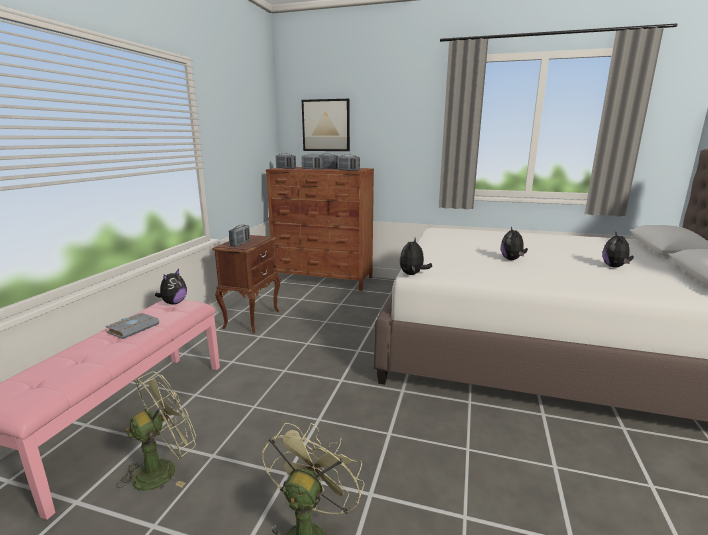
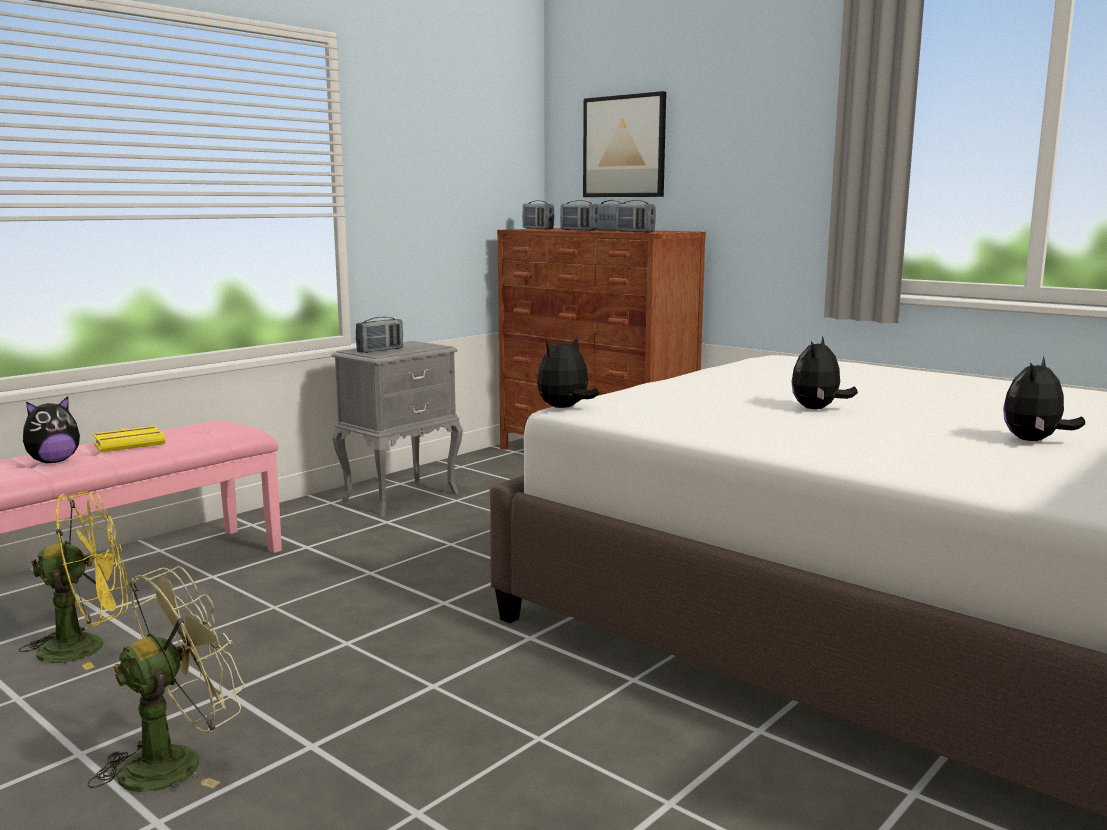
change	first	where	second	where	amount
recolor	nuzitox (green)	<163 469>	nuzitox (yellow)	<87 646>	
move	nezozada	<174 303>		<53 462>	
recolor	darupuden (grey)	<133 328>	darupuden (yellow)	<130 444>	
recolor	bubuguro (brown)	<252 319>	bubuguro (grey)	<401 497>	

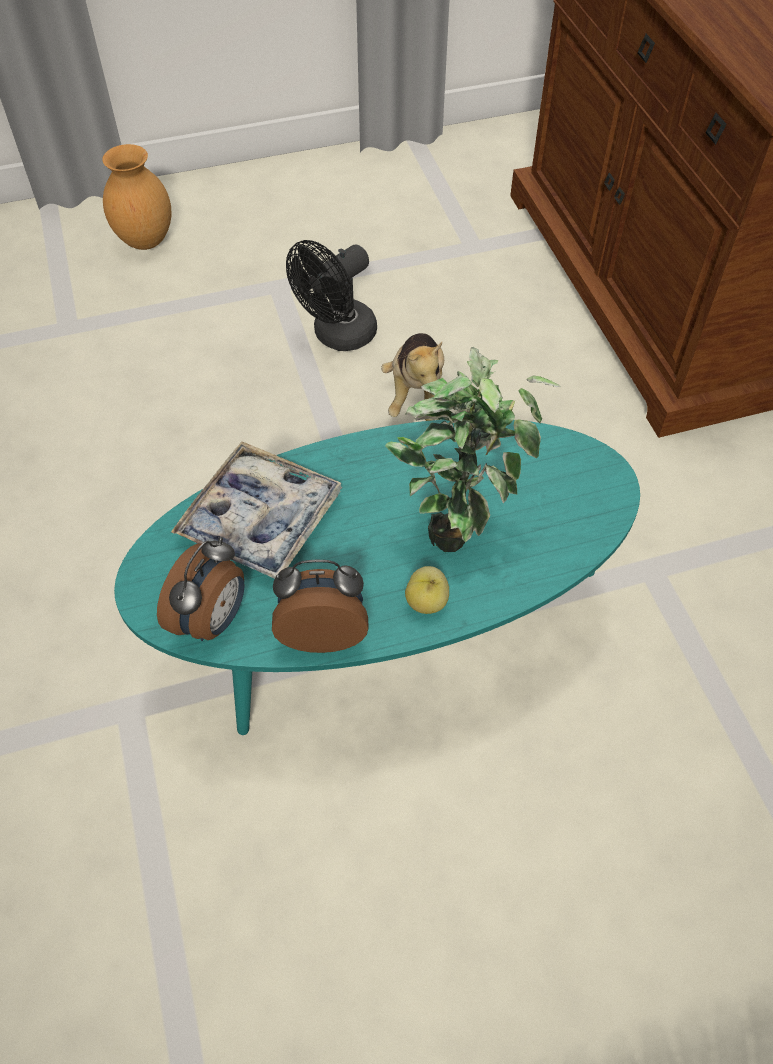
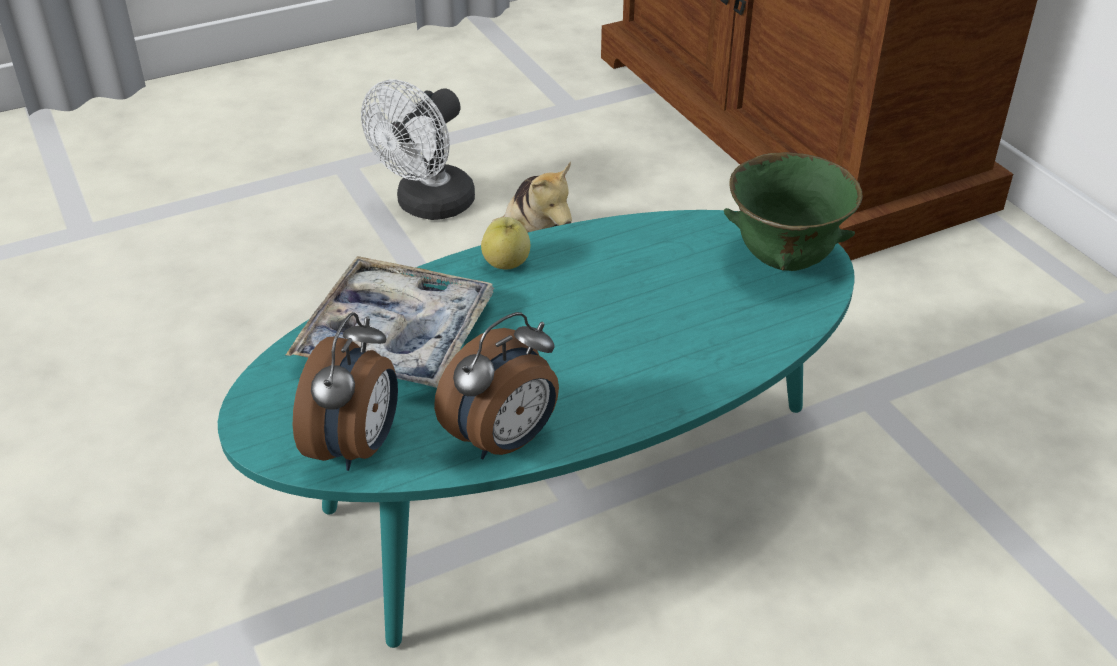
change	first	where	second	where	amount
recolor	nuzitox (black)	<337 336>	nuzitox (white)	<428 207>	
rotate	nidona	<322 631>		<504 441>	150 degrees clockwise
move	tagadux	<427 602>		<507 263>	
insert			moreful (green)	<783 260>	
delete	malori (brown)	<145 240>			
delete	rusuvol	<459 522>			

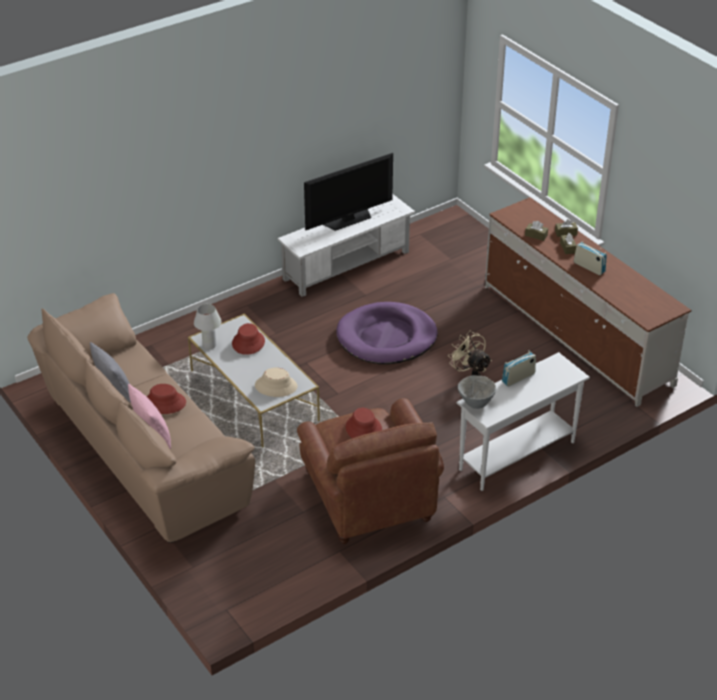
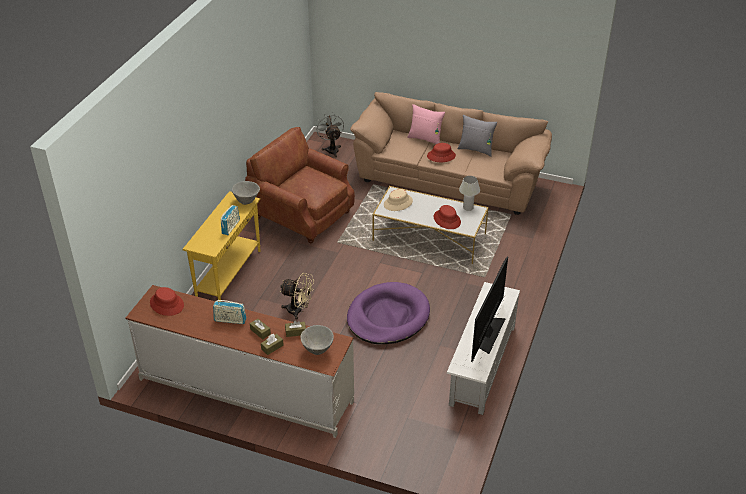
change	first	where	second	where	amount
move	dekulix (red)	<363 429>		<167 304>	
recolor	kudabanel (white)	<517 457>	kudabanel (yellow)	<228 274>	
insert			moreful (grey)	<317 350>	
insert			nuzitox (grey)	<331 149>	

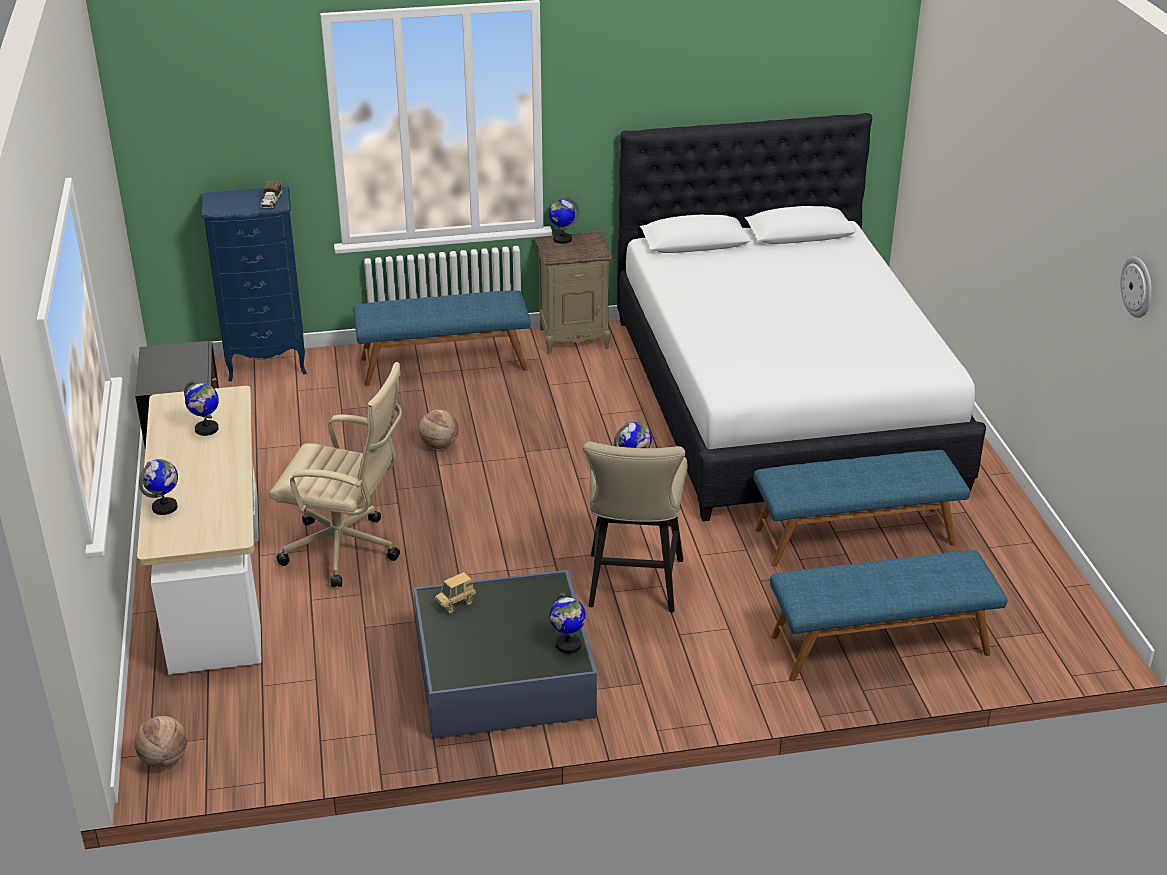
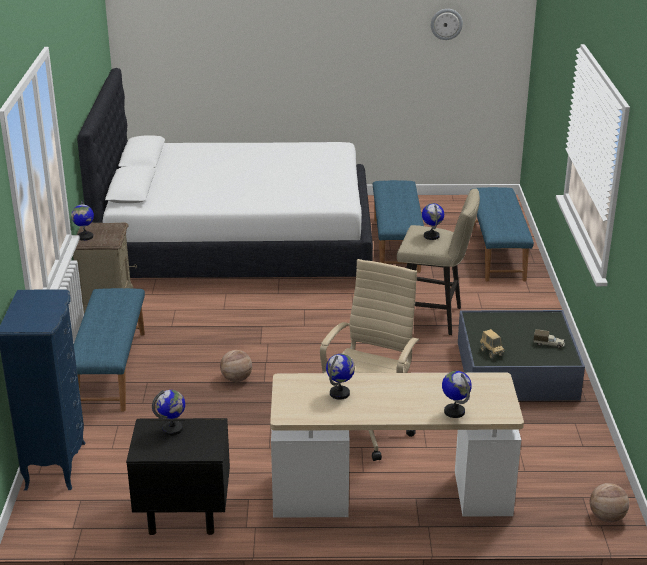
change	first	where	second	where	amount
move	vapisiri	<568 645>		<172 429>	
move	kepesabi	<271 203>		<548 344>	

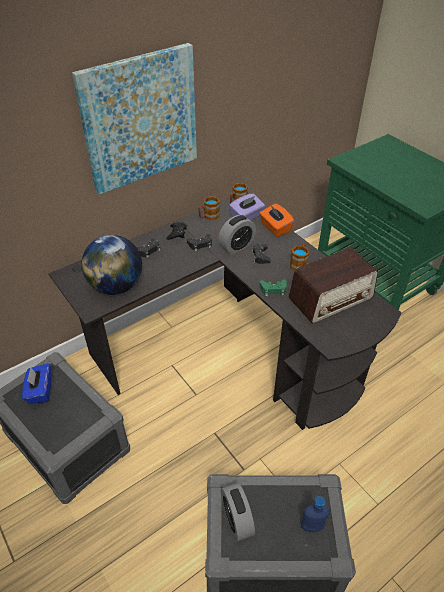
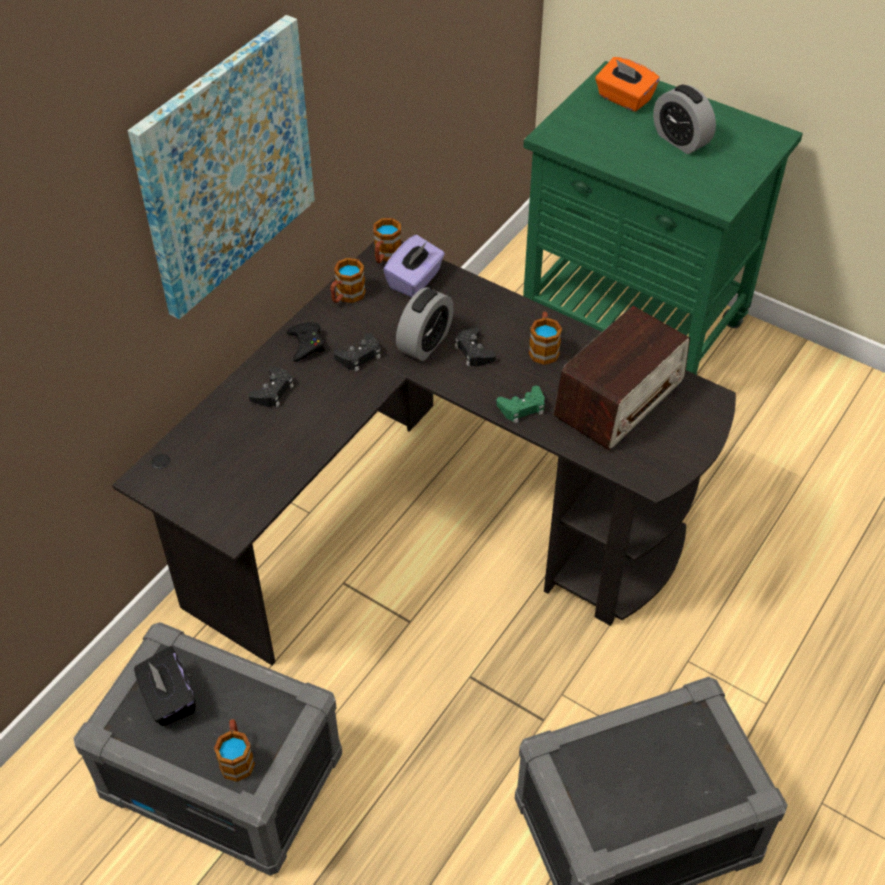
change	first	where	second	where	amount
recolor	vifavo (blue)	<40 391>	vifavo (black)	<168 699>	
insert			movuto	<237 757>	
move	vifavo (orange)	<275 228>		<624 99>	
move	nidona	<236 519>		<680 140>	
delete	vapisiri	<116 286>			
delete	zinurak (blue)	<312 526>			

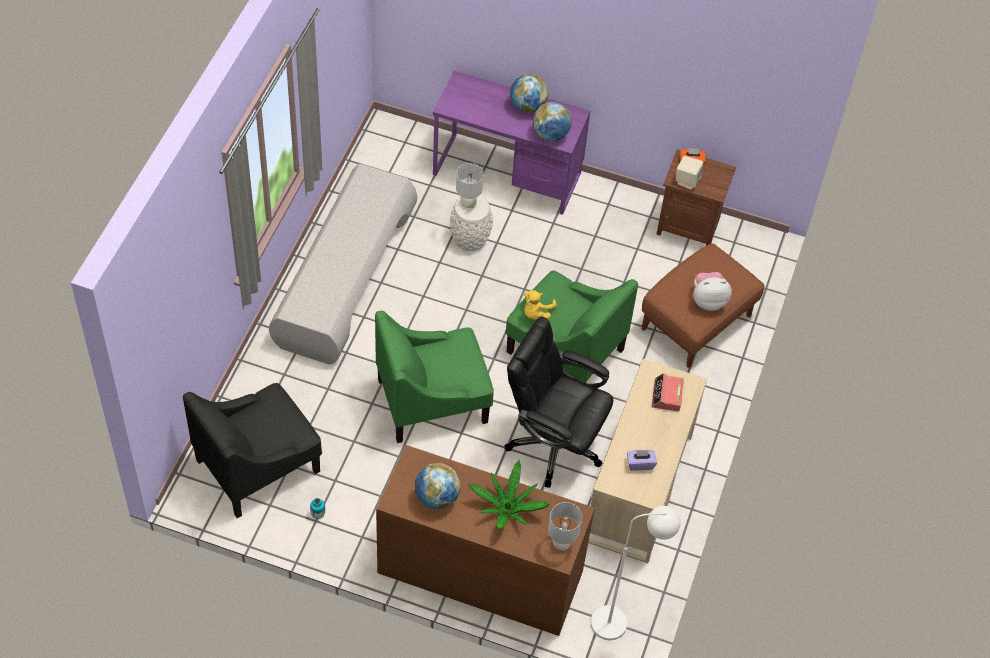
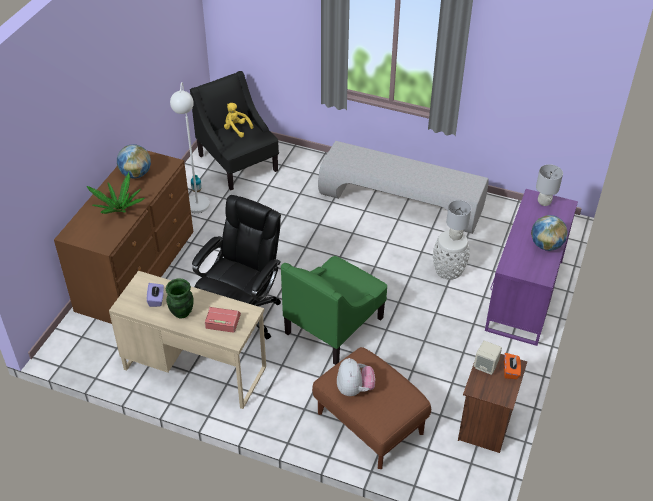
change	first	where	second	where	amount
insert			malori (green)	<181 313>	
move	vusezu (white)	<620 623>		<197 210>	
move	nezozada (yellow)	<536 313>		<236 129>	
move	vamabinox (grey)	<561 544>		<543 202>	
delete	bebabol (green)	<433 401>			
delete	vapisiri	<551 134>			

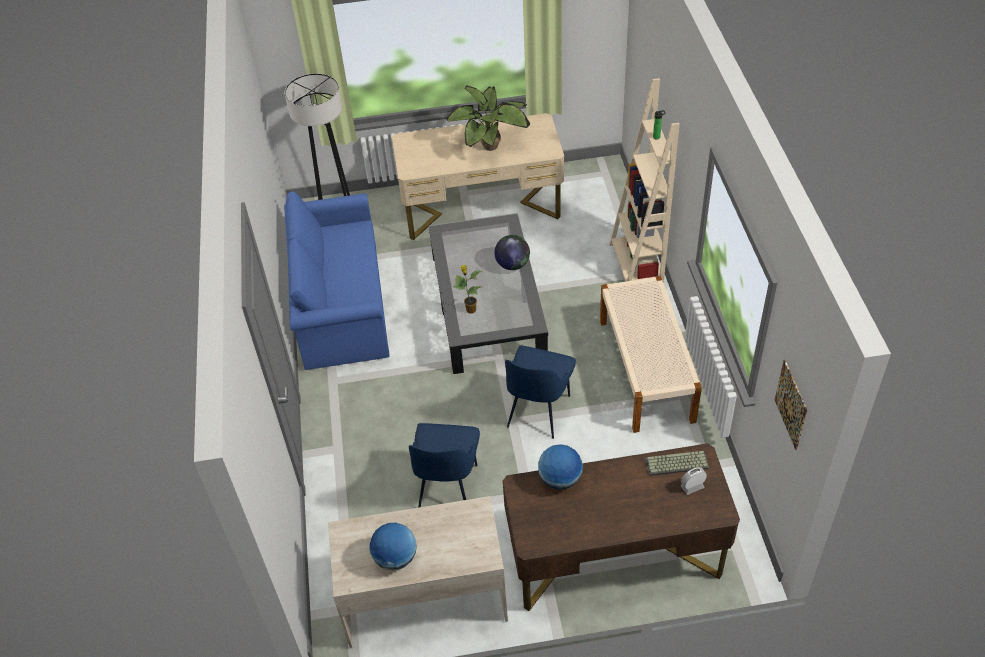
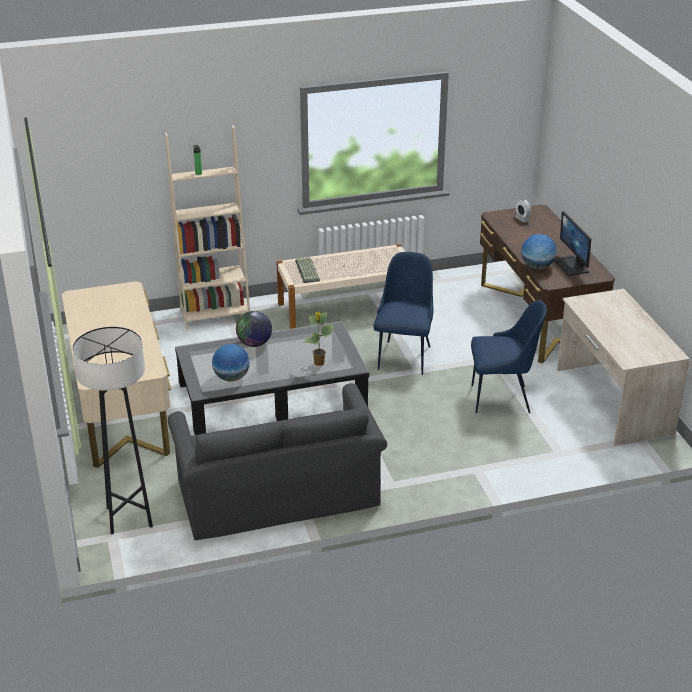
change	first	where	second	where	amount
recolor	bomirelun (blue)	<341 305>	bomirelun (grey)	<278 494>	
move	vapisiri	<395 558>		<231 378>	
move	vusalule	<676 464>		<308 271>	
rotate	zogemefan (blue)	<538 412>		<404 357>	90 degrees counterclockwise
insert			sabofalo	<571 265>	
delete	rusuvol	<491 148>			
delete	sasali	<791 404>			

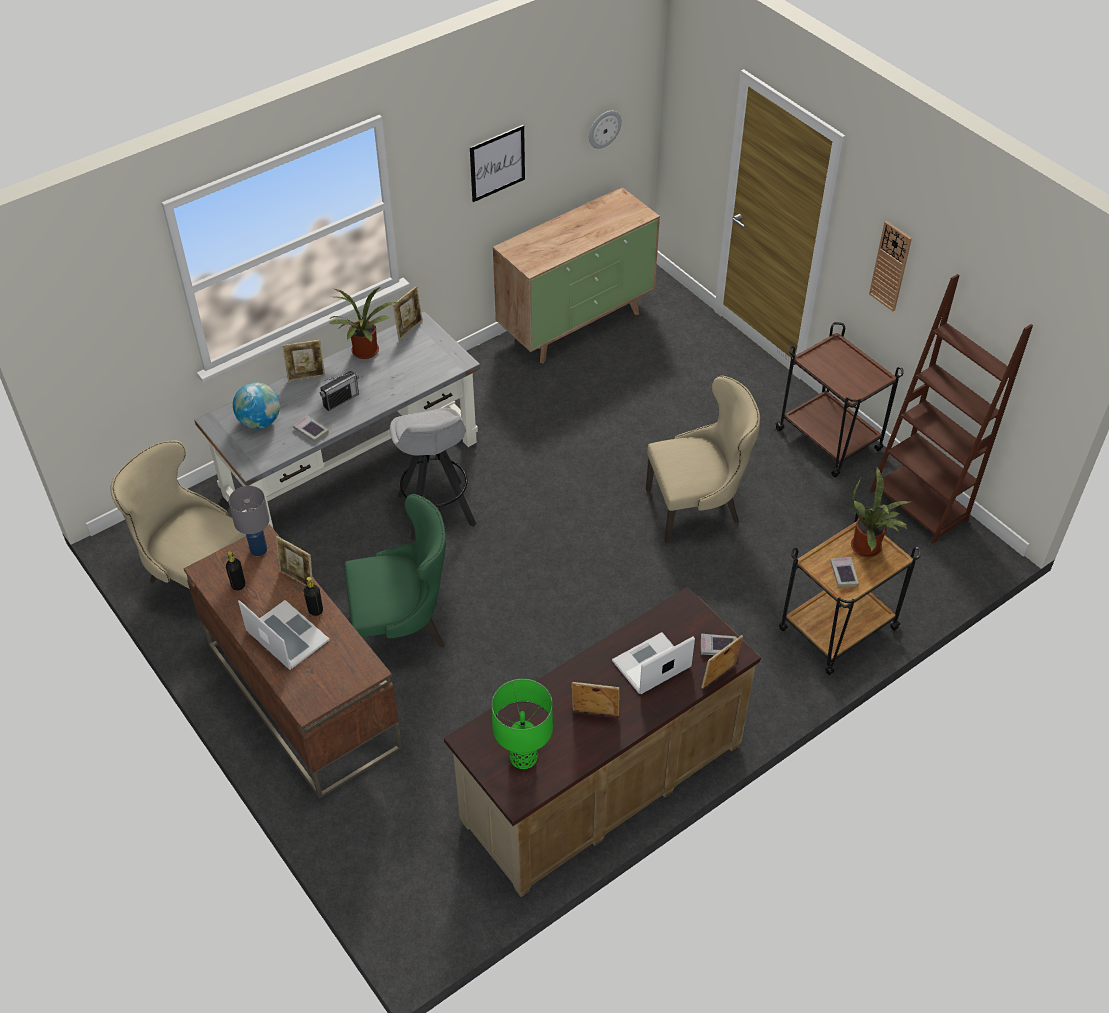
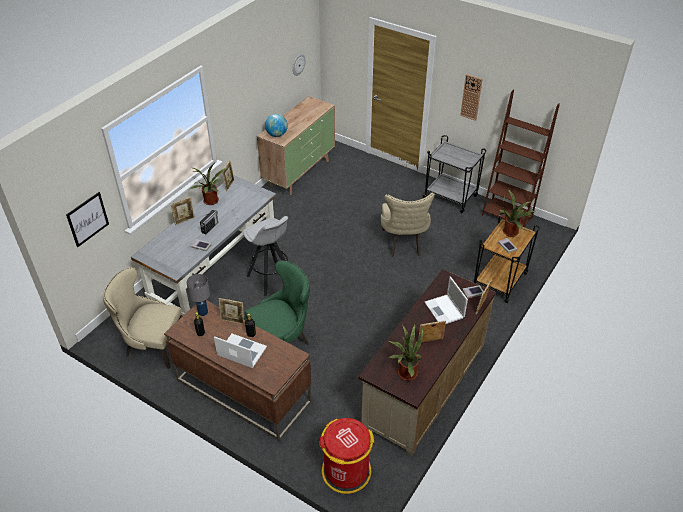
change	first	where	second	where	amount
move	sasali	<497 163>		<87 219>	
move	vapisiri	<260 421>		<277 135>	
insert			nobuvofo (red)	<346 471>	
rotate	zogemefan (beige)	<697 508>		<403 243>	120 degrees clockwise
replace	vamabinox (green)	<523 756>	rusuvol	<405 372>	
recolor	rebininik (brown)	<829 440>	rebininik (grey)	<450 197>	
rotate	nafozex	<650 665>		<444 310>	60 degrees counterclockwise

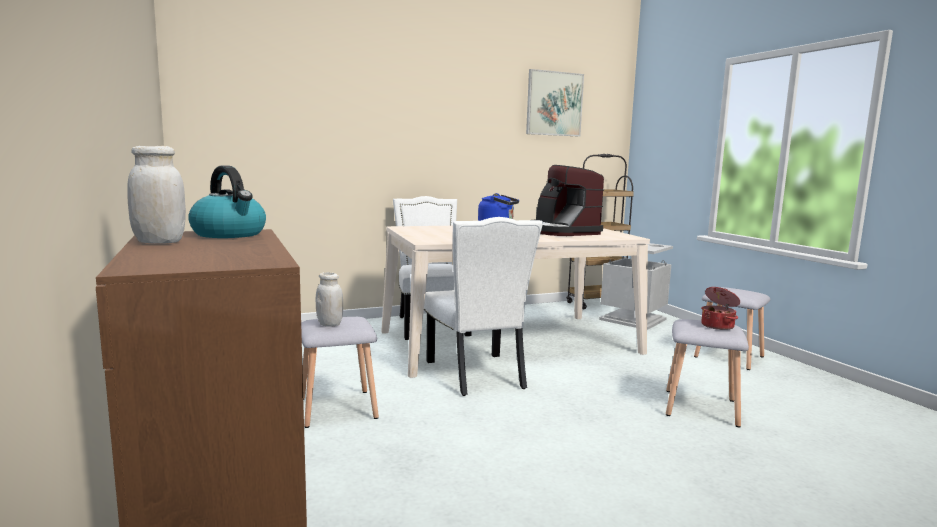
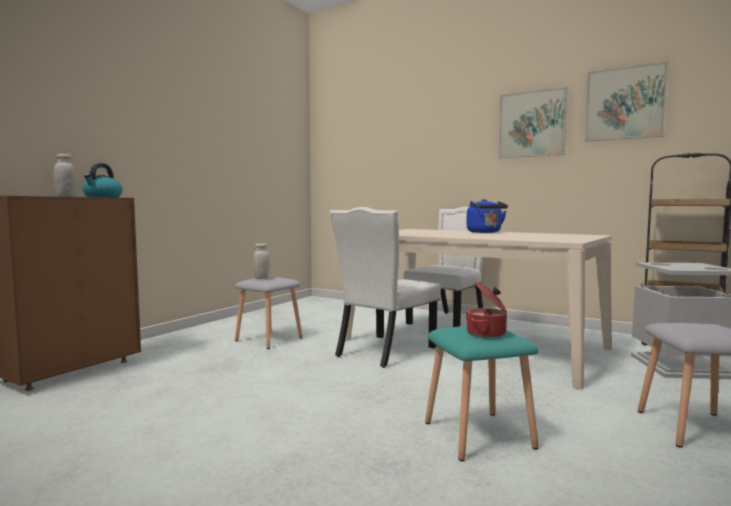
change	first	where	second	where	amount
recolor	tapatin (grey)	<701 408>	tapatin (turquoise)	<477 435>	
insert			sasali	<531 124>	
delete	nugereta	<561 232>			

